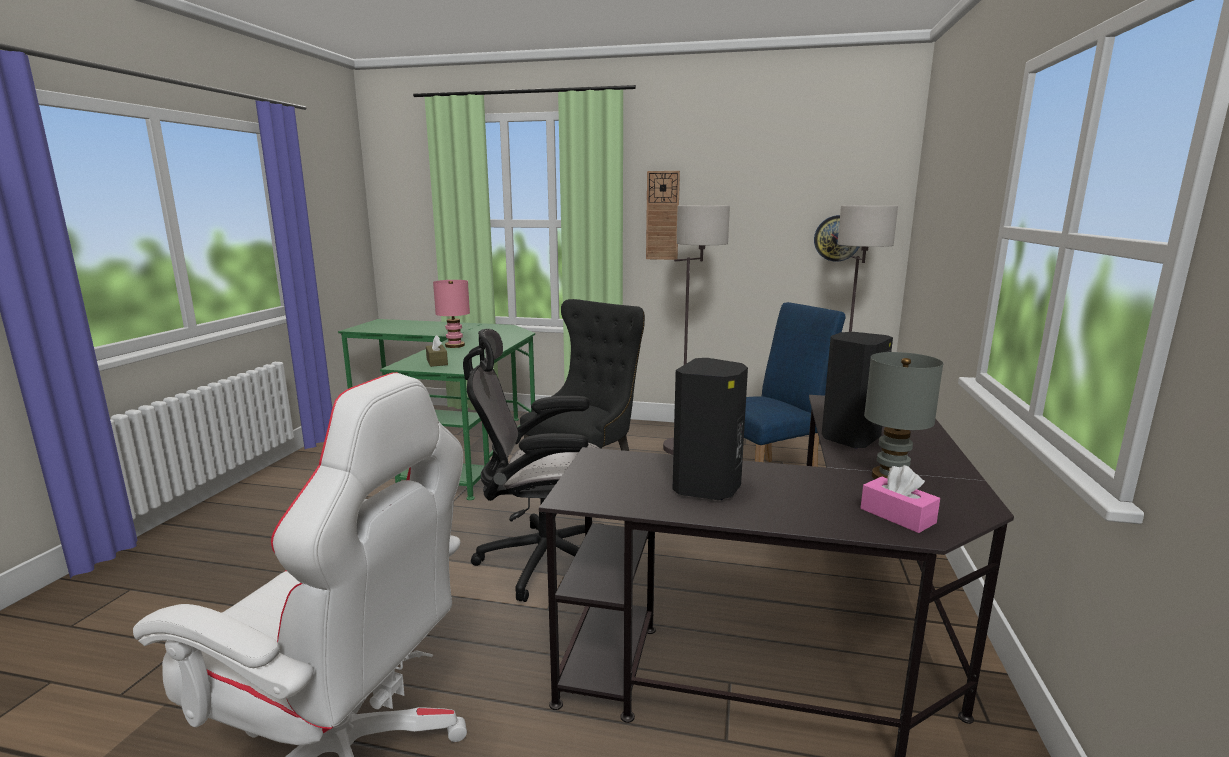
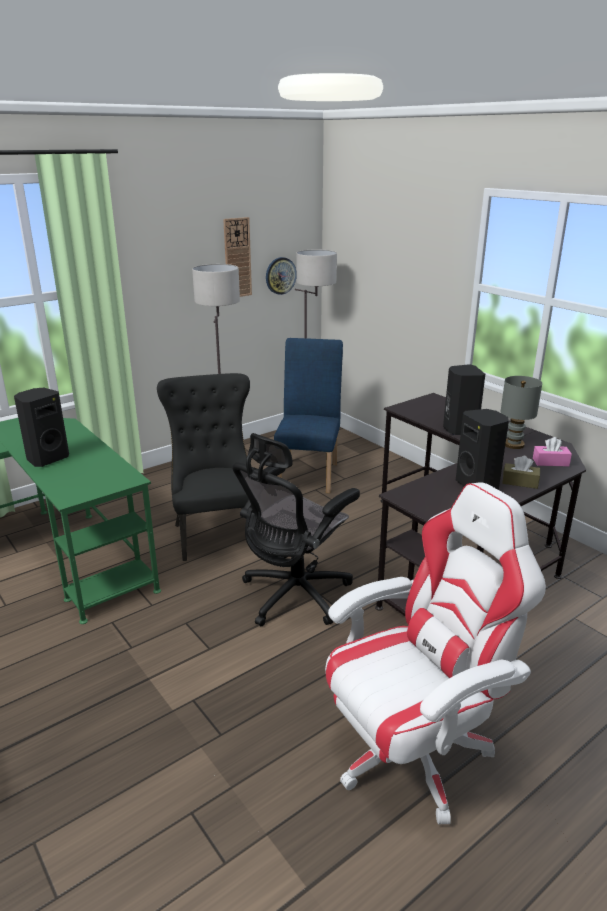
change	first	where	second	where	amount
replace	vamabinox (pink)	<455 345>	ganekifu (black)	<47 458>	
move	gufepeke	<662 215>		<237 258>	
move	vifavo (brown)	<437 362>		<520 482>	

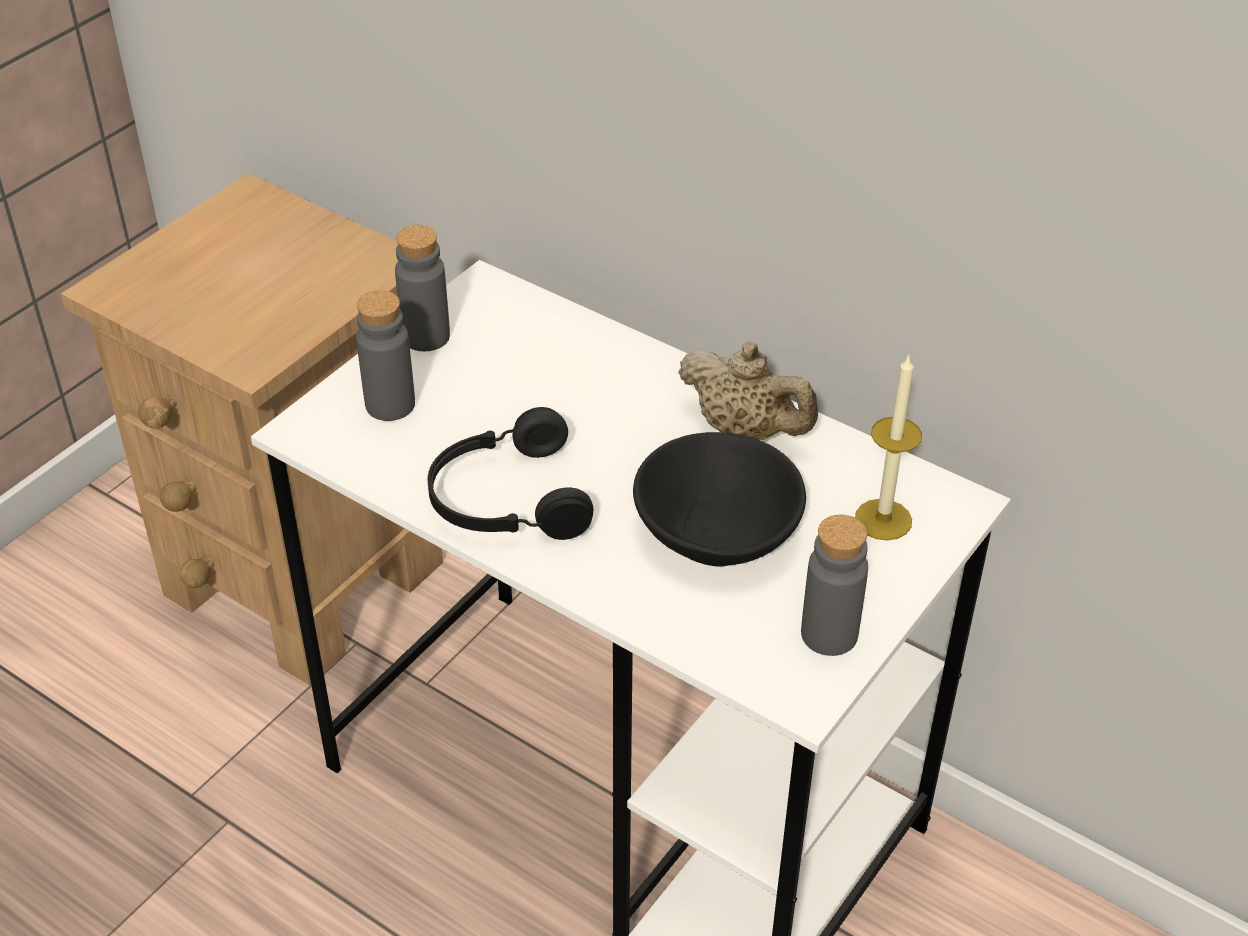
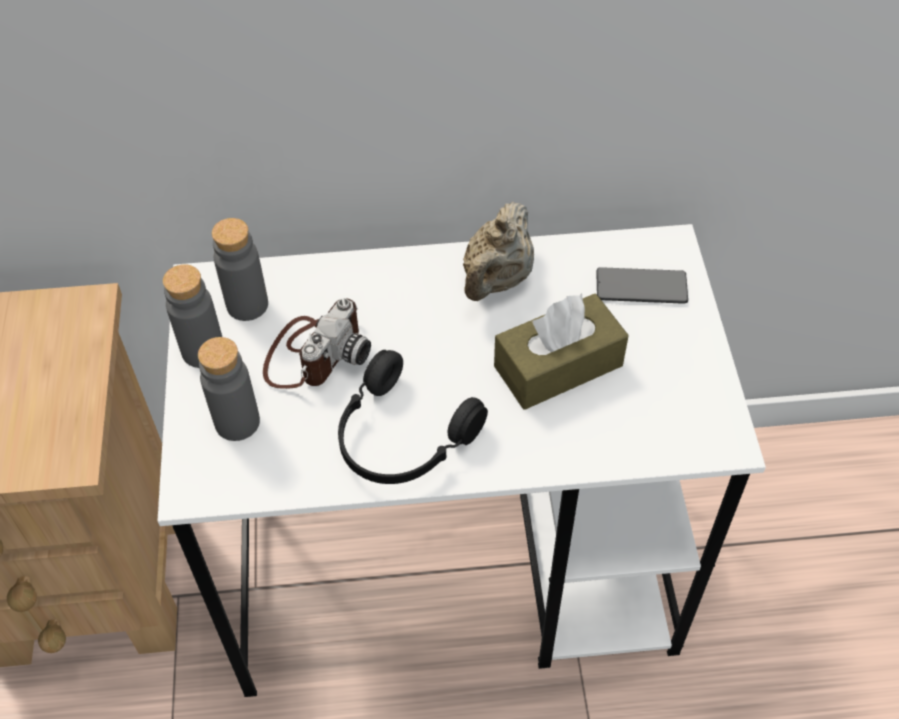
change	first	where	second	where	amount
move	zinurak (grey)	<829 634>		<247 305>	
insert			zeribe	<314 352>	
rotate	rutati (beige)	<745 430>		<497 279>	120 degrees clockwise
replace	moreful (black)	<716 533>	vifavo (brown)	<558 366>	
replace	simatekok	<883 519>	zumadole	<641 287>	

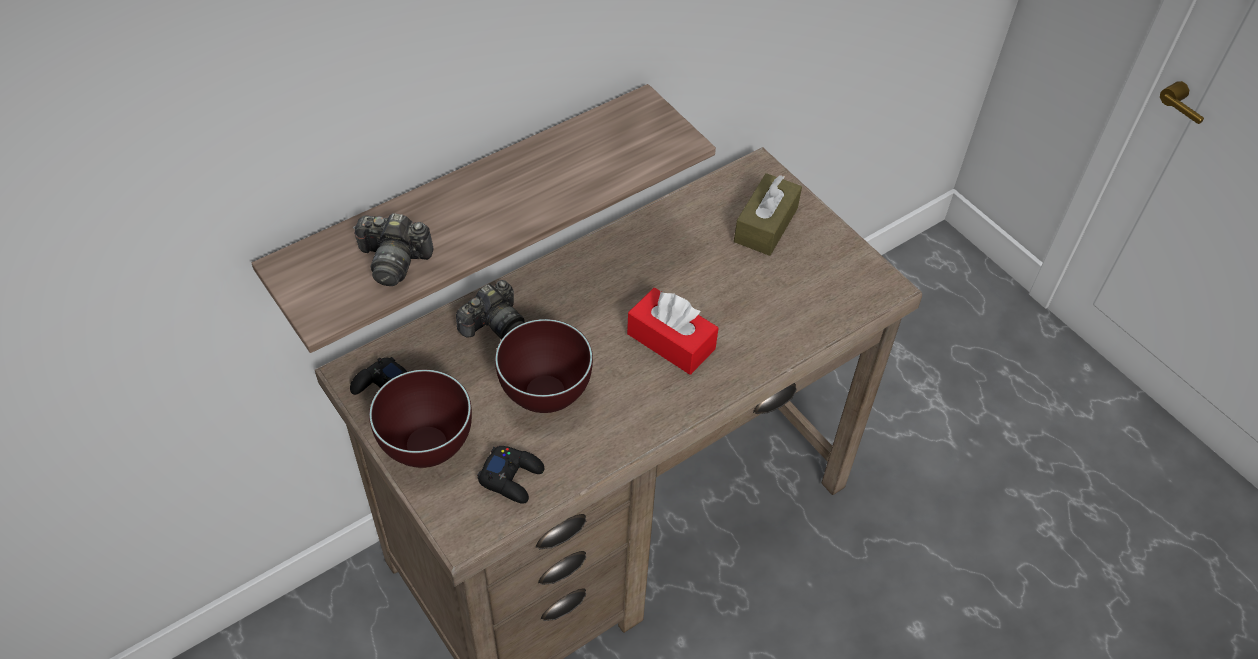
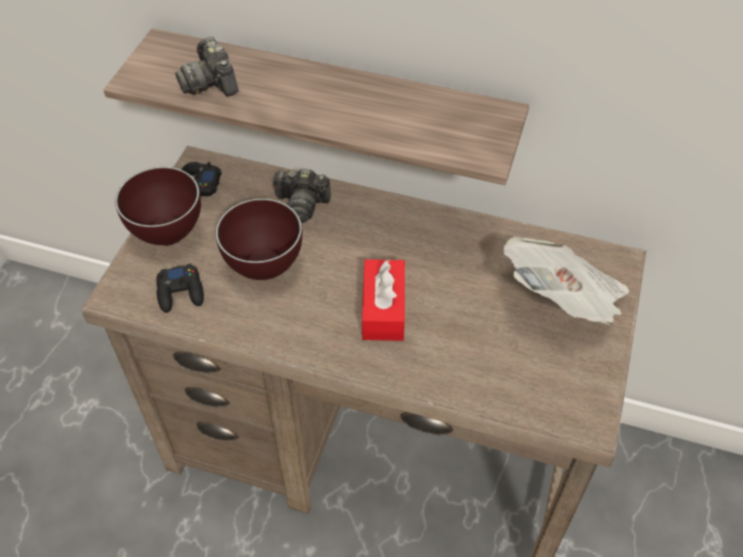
change	first	where	second	where	amount
replace	vifavo (brown)	<766 225>	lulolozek	<564 300>	

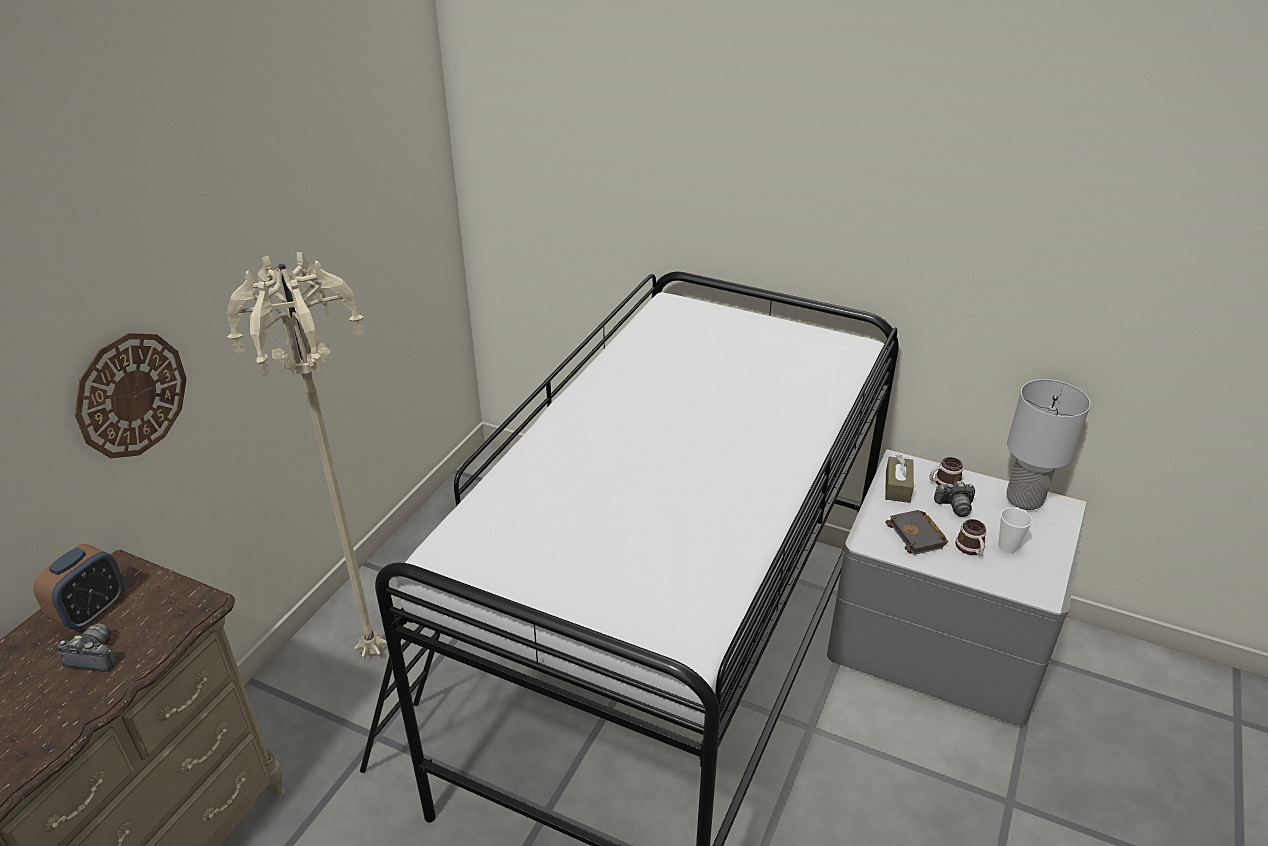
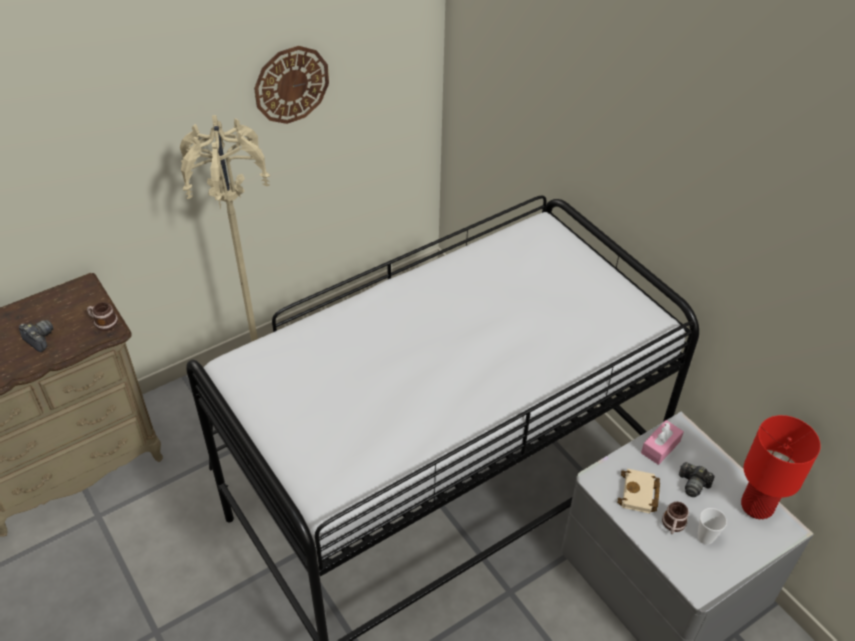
change	first	where	second	where	amount
move	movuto	<943 483>		<103 322>	
move	gufepeke	<131 395>		<291 84>	
recolor	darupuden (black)	<918 536>	darupuden (beige)	<639 494>	
recolor	vifavo (brown)	<897 487>	vifavo (pink)	<660 447>	
recolor	vamabinox (grey)	<1023 502>	vamabinox (red)	<755 508>	
delete	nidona	<92 611>			

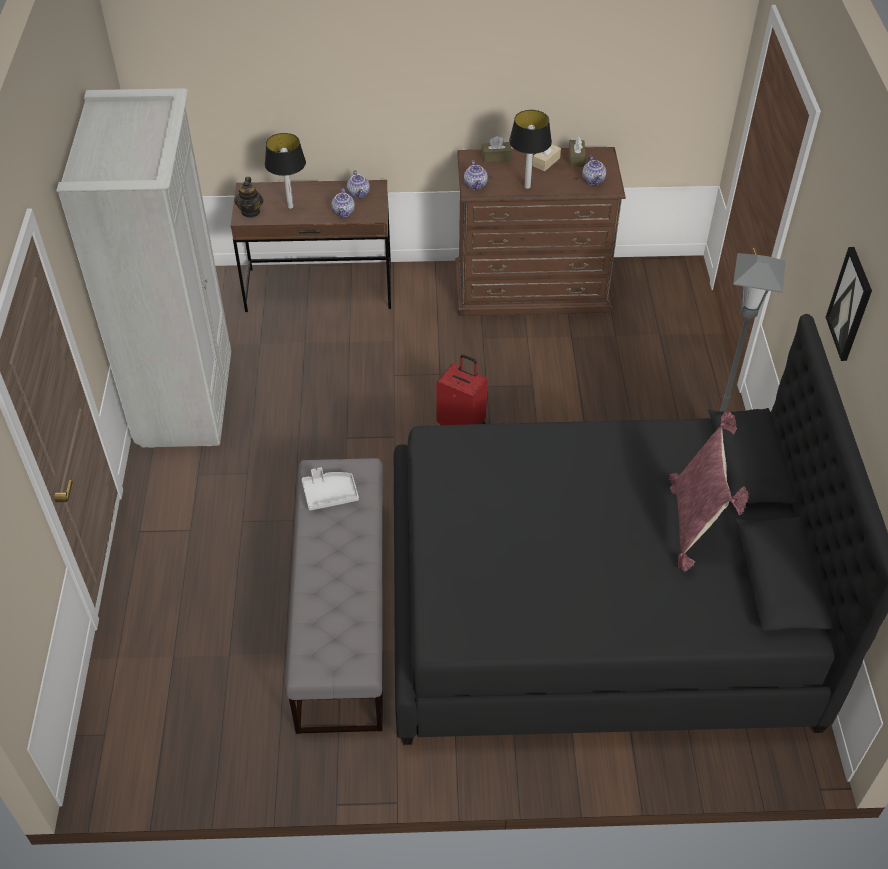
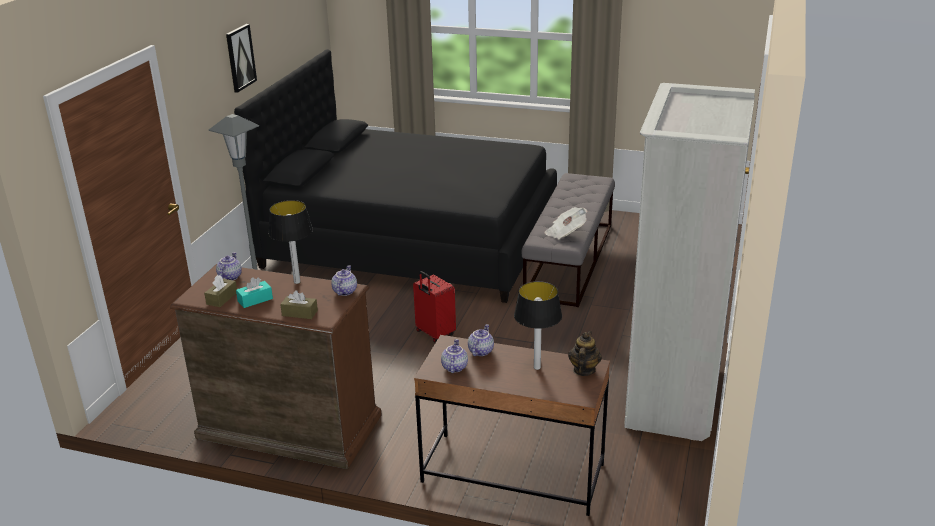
change	first	where	second	where	amount
recolor	vifavo (beige)	<546 162>	vifavo (turquoise)	<255 300>	
replace	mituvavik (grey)	<330 494>	lulolozek	<565 233>	
delete	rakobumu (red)	<696 528>			

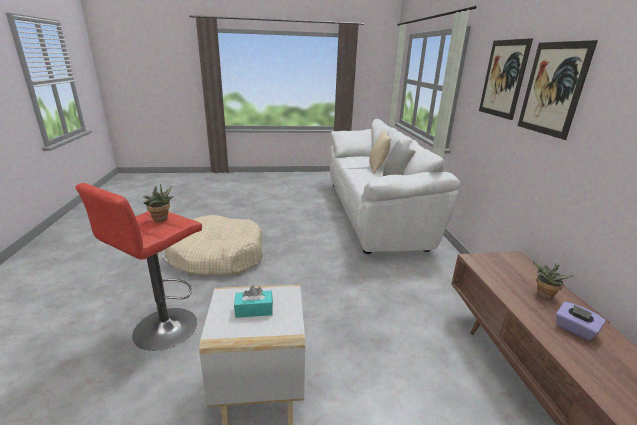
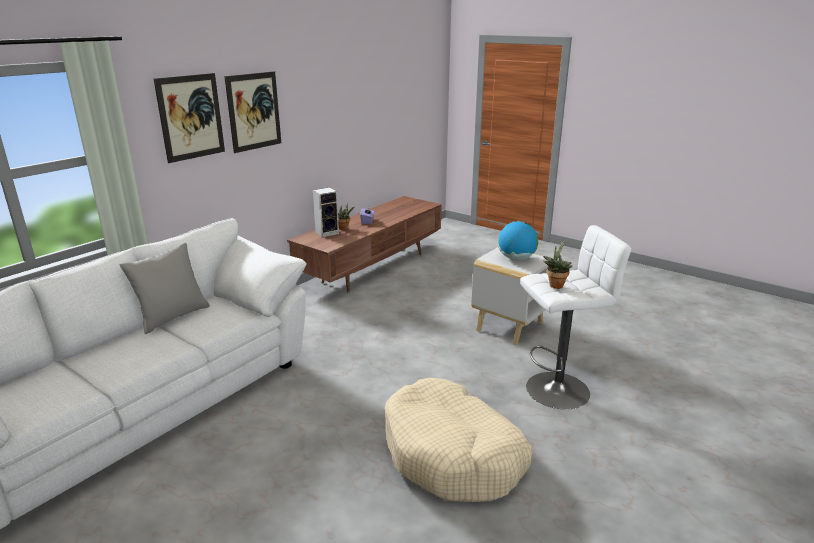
change	first	where	second	where	amount
insert			ganekifu	<327 232>	
replace	vifavo (turquoise)	<254 310>	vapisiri	<516 259>	
recolor	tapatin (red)	<164 328>	tapatin (white)	<558 390>	
delete	rakobumu (beige)	<377 168>			

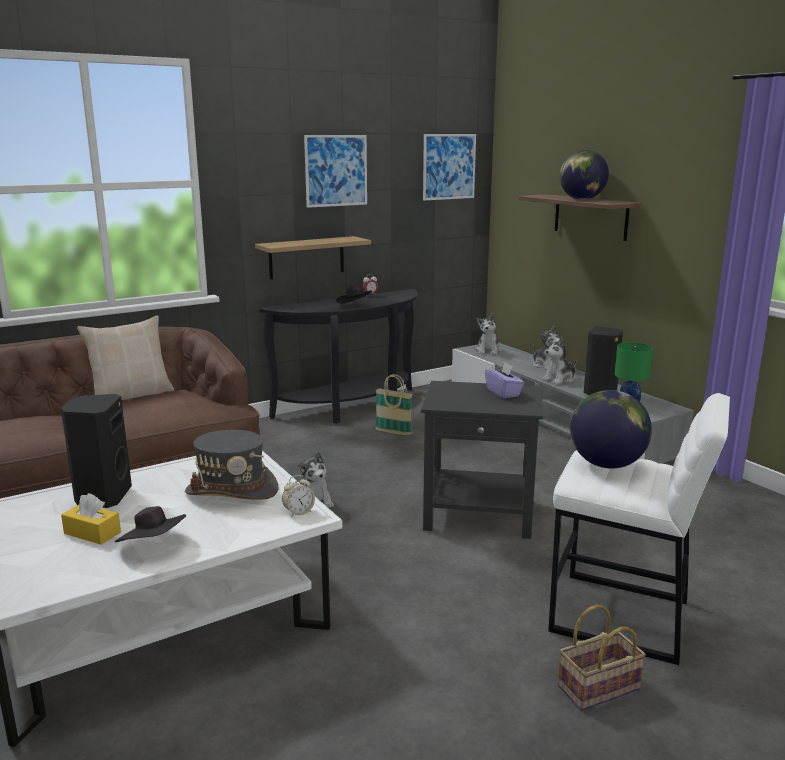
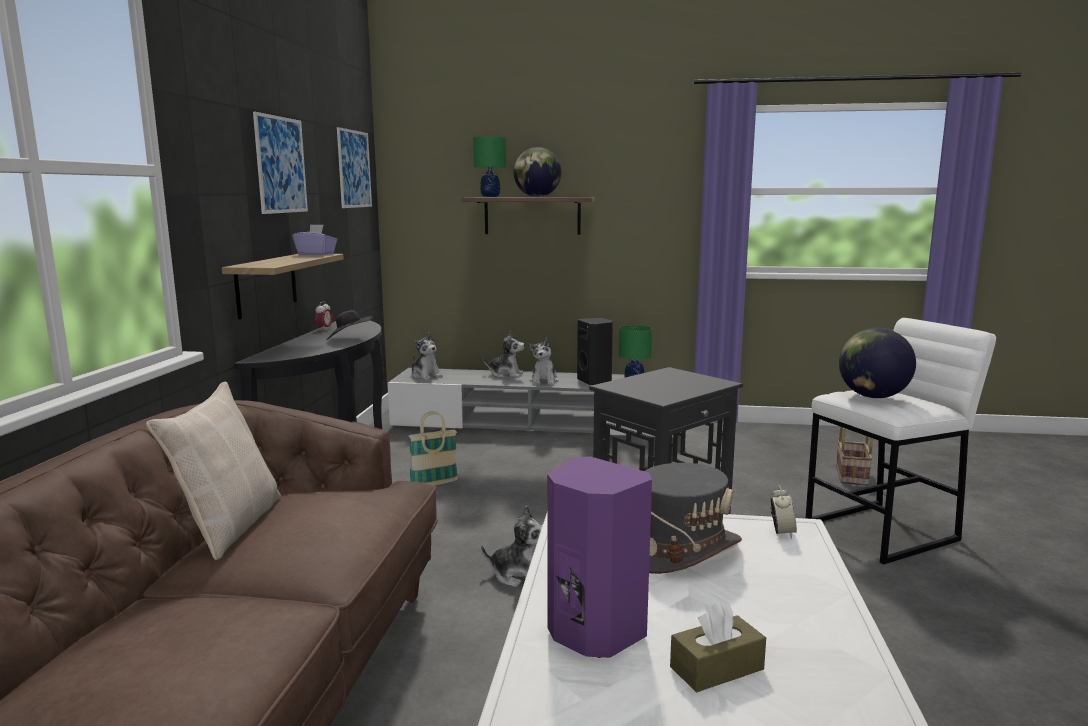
change	first	where	second	where	amount
move	vifavo (purple)	<503 393>		<316 254>	
insert			vamabinox (green)	<491 196>	
recolor	ganekifu (black)	<102 497>	ganekifu (purple)	<593 634>	
recolor	vifavo (yellow)	<92 533>	vifavo (brown)	<716 668>	
move	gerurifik	<598 689>		<853 476>	
delete	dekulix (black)	<154 545>			

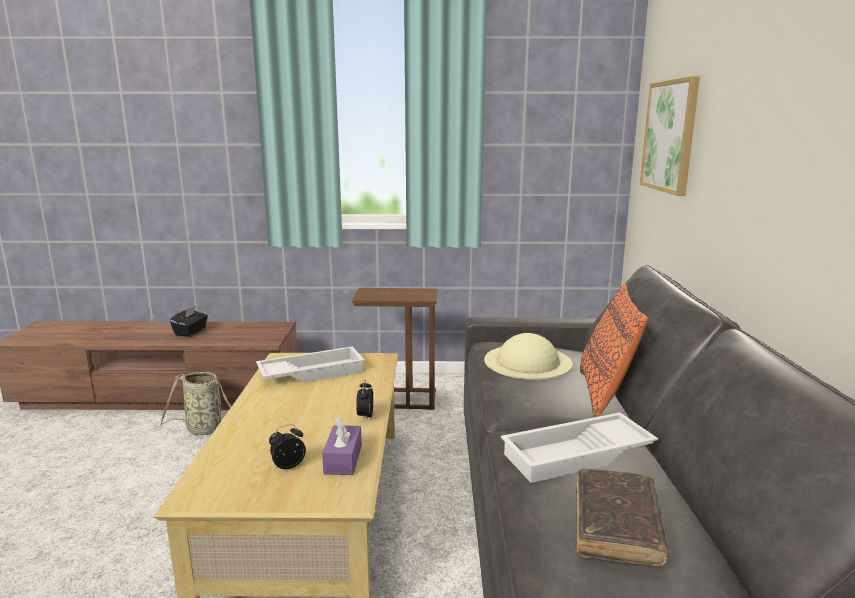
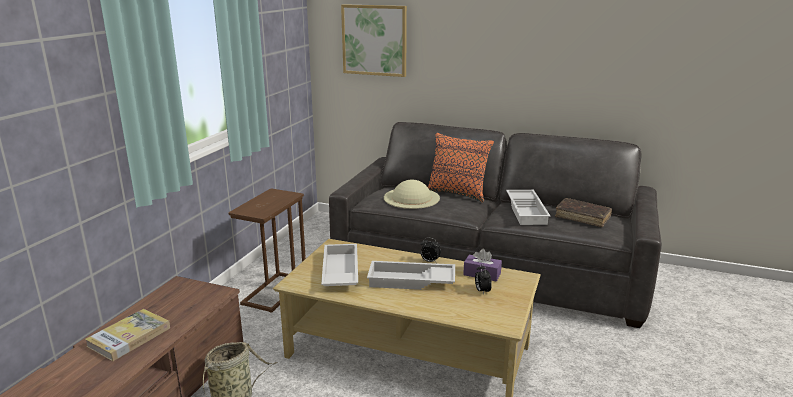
change	first	where	second	where	amount
replace	vifavo (black)	<191 332>	darupuden	<129 337>	
insert			mituvavik (white)	<410 281>	

